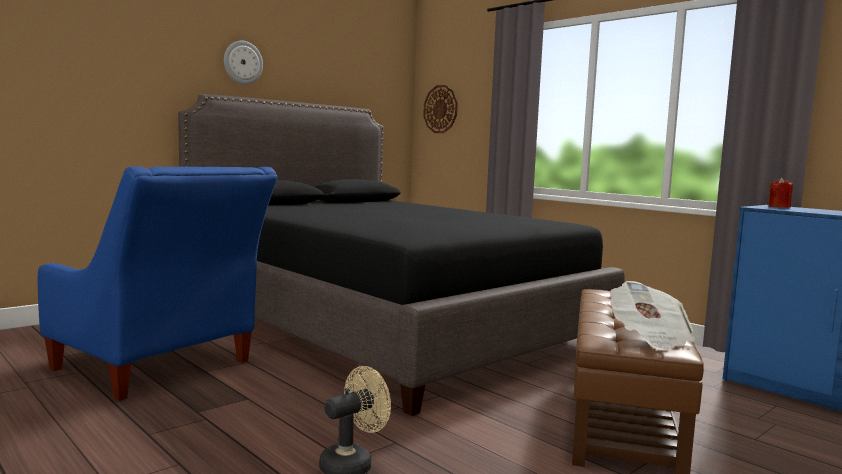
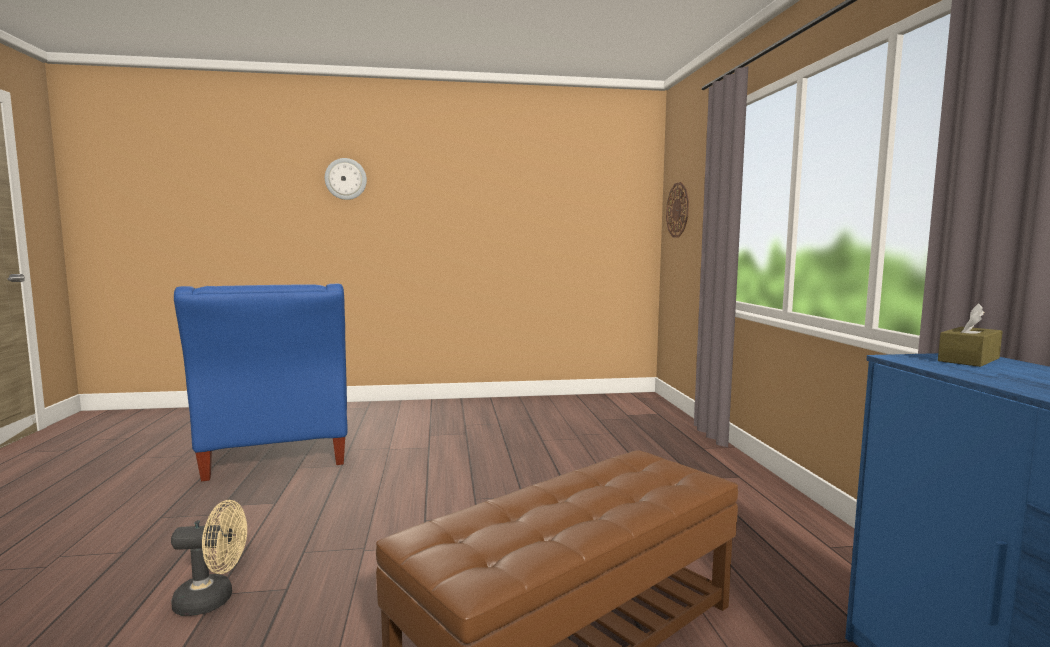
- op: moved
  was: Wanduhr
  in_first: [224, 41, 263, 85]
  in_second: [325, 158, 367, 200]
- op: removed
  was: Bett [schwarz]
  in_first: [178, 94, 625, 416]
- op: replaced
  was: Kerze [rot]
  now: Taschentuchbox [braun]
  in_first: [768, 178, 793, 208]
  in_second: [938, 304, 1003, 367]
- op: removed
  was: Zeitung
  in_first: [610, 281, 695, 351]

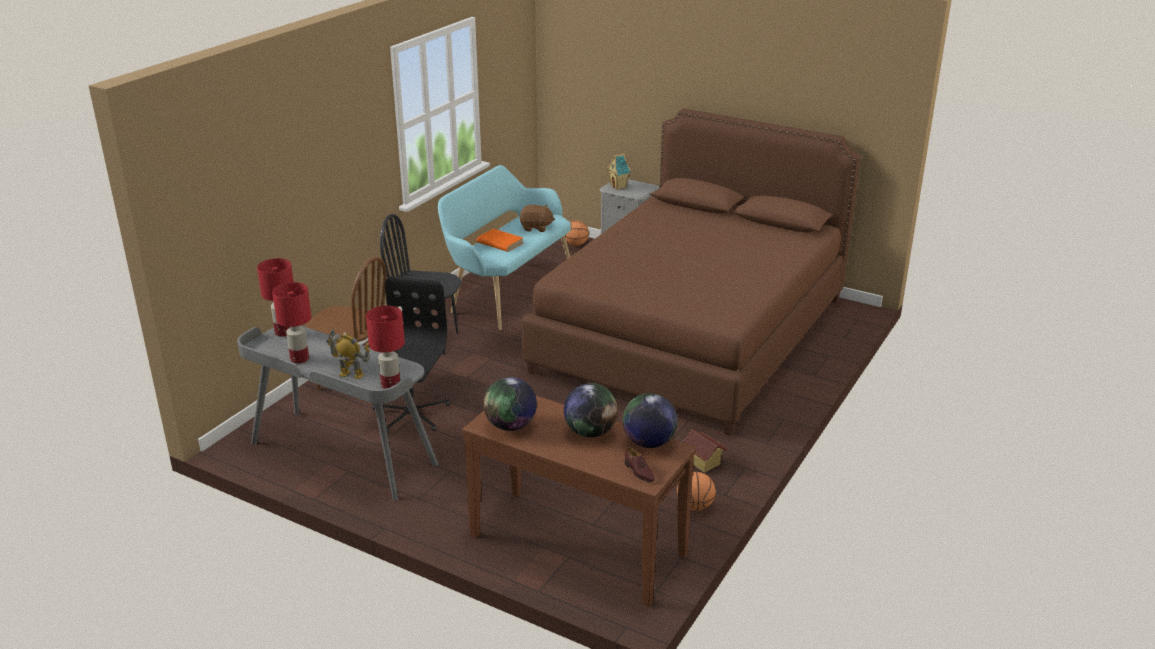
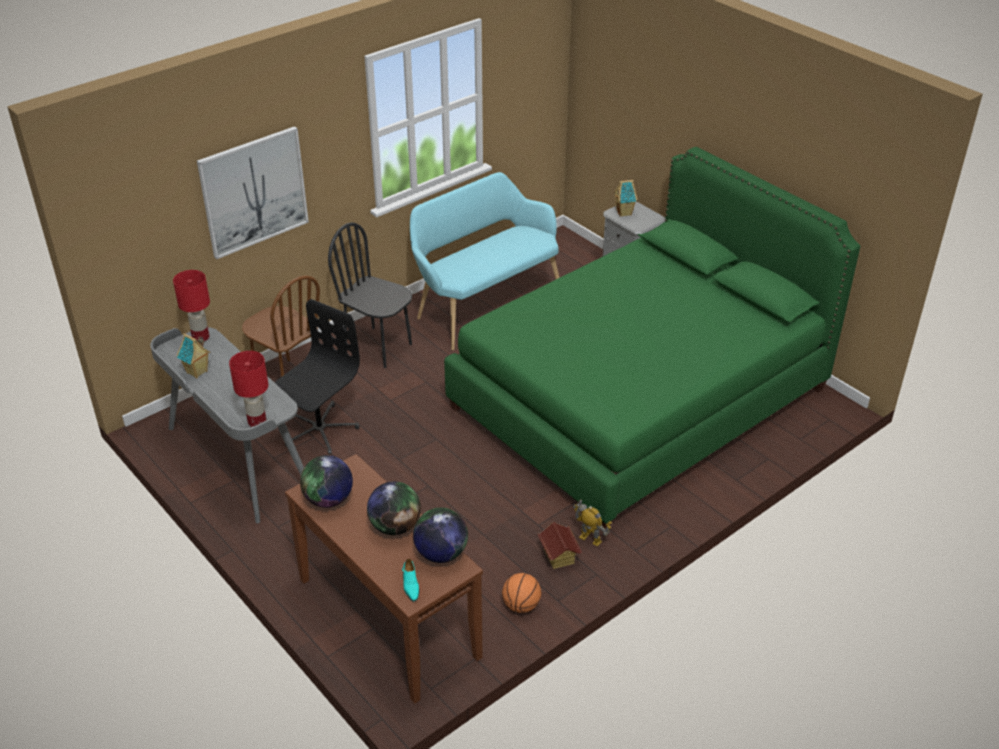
- op: recoloured
  was: Bett [braun]
  now: Bett [grün]
  in_first: [522, 109, 861, 436]
  in_second: [444, 147, 860, 529]
- op: removed
  was: Plüschtier [braun]
  in_first: [520, 205, 555, 232]
- op: removed
  was: Basketball
  in_first: [565, 220, 589, 246]
- op: removed
  was: Buch [orange]
  in_first: [476, 229, 523, 252]
- op: replaced
  was: Tischlampe [rot]
  now: Spielzeughaus
  in_first: [272, 282, 311, 363]
  in_second: [176, 333, 210, 378]
- op: moved
  was: Spielzeugroboter
  in_first: [326, 329, 370, 379]
  in_second: [573, 500, 612, 547]
- op: recoloured
  was: Schuh [braun]
  now: Schuh [türkis]
  in_first: [625, 447, 655, 483]
  in_second: [402, 558, 419, 601]
- op: added
  now: Bild
  in_second: [197, 126, 309, 259]

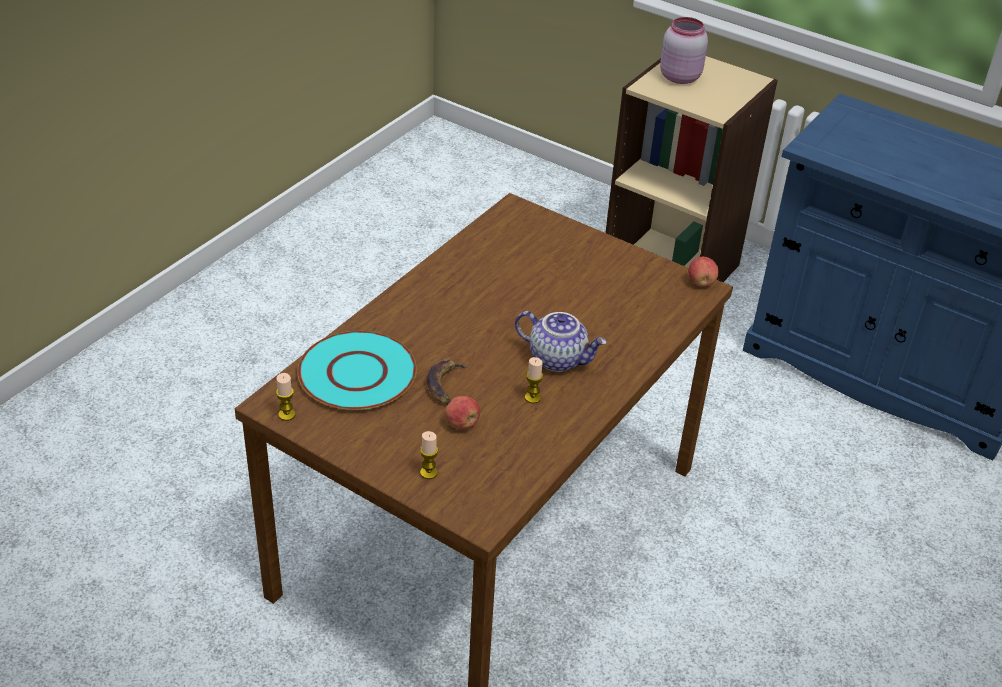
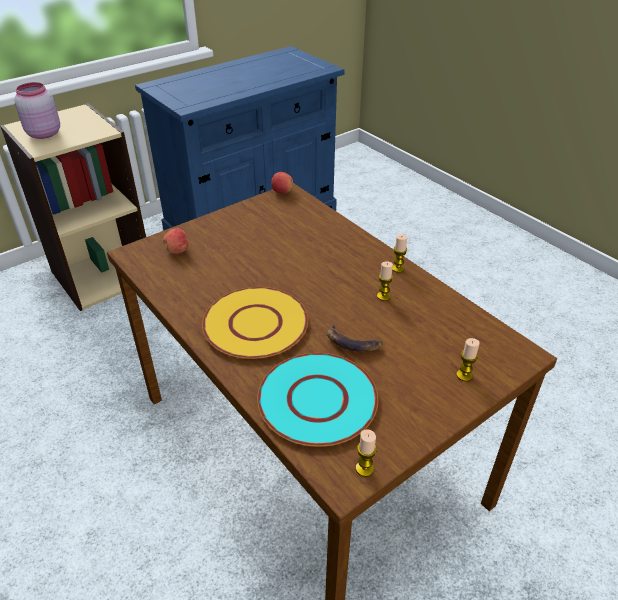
- op: removed
  was: Teekanne
  in_first: [515, 311, 607, 372]
- op: moved
  was: Apfel
  in_first: [445, 396, 480, 430]
  in_second: [163, 228, 189, 254]
- op: added
  now: Kerze
  in_second: [392, 235, 408, 273]
- op: added
  now: Teller [gelb]
  in_second: [202, 287, 308, 359]

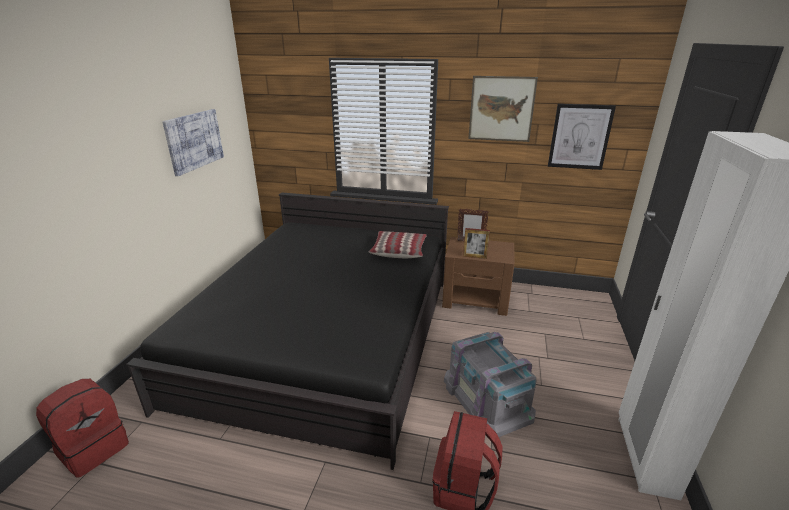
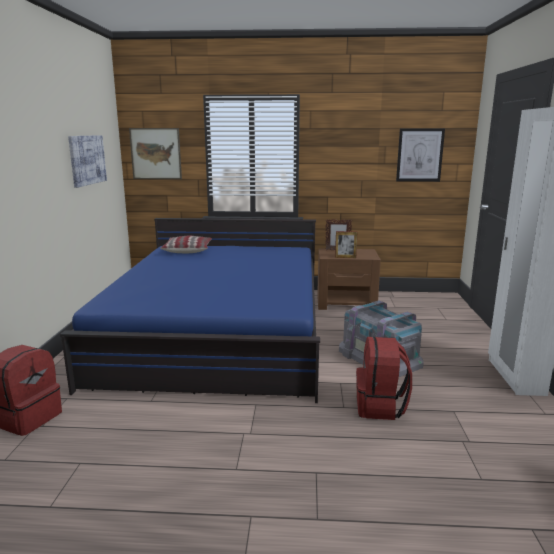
- op: moved
  was: Bild
  in_first: [468, 76, 538, 142]
  in_second: [129, 128, 182, 179]
- op: recoloured
  was: Bett [schwarz]
  now: Bett [blau]
  in_first: [126, 193, 449, 470]
  in_second: [60, 218, 320, 403]
- op: moved
  was: Kissen
  in_first: [369, 231, 427, 258]
  in_second: [160, 236, 212, 253]

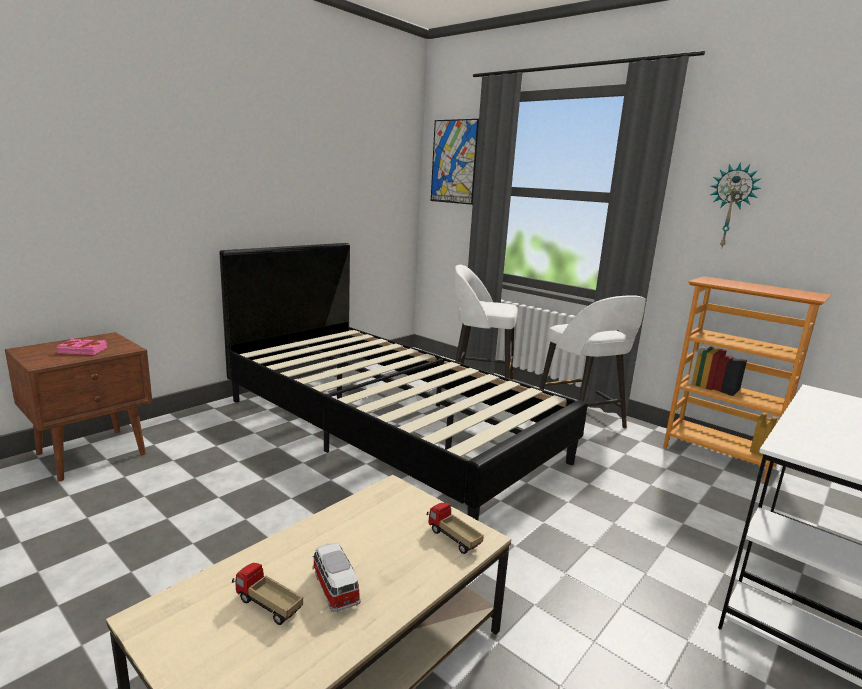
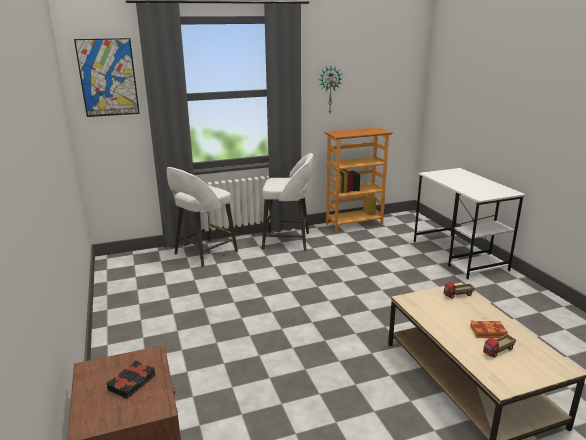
- op: removed
  was: Bett [schwarz]
  in_first: [220, 243, 587, 520]
- op: recoloured
  was: Buch [rosa]
  now: Buch [schwarz]
  in_first: [57, 339, 107, 355]
  in_second: [107, 360, 155, 399]
- op: replaced
  was: Spielzeugauto
  now: Buch [orange]
  in_first: [312, 543, 361, 613]
  in_second: [470, 320, 508, 338]

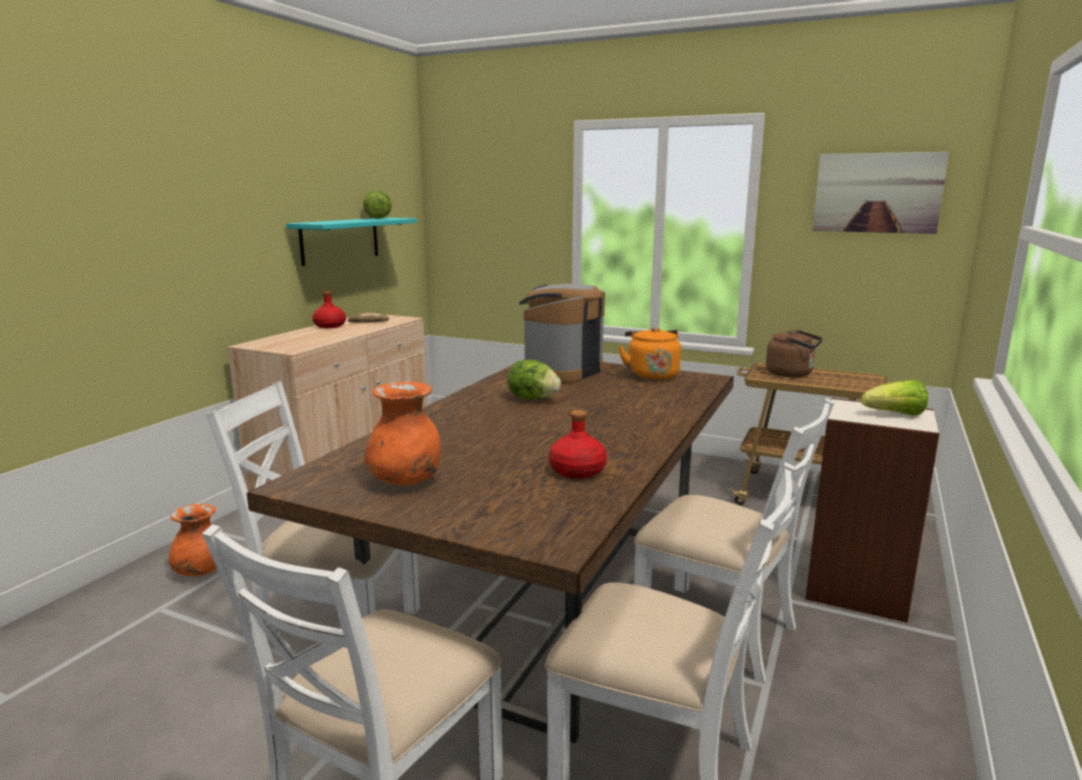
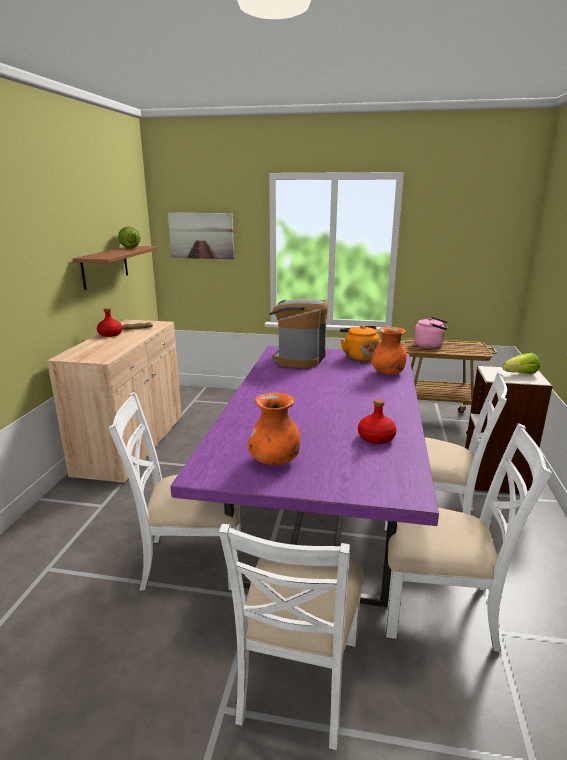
- op: moved
  was: Bild
  in_first: [812, 152, 949, 234]
  in_second: [168, 213, 234, 259]
- op: recoloured
  was: Wandregal [türkis]
  now: Wandregal [braun]
  in_first: [286, 218, 417, 266]
  in_second: [73, 246, 158, 290]
- op: recoloured
  was: Wasserkessel [braun]
  now: Wasserkessel [rosa]
  in_first: [766, 330, 823, 377]
  in_second: [414, 317, 448, 348]
- op: recoloured
  was: Esstisch [braun]
  now: Esstisch [lila]
  in_first: [247, 359, 734, 743]
  in_second: [170, 346, 439, 607]
- op: removed
  was: Salatkopf
  in_first: [507, 360, 561, 400]
- op: moved
  was: Vase [orange]
  in_first: [168, 504, 217, 576]
  in_second: [371, 327, 407, 375]

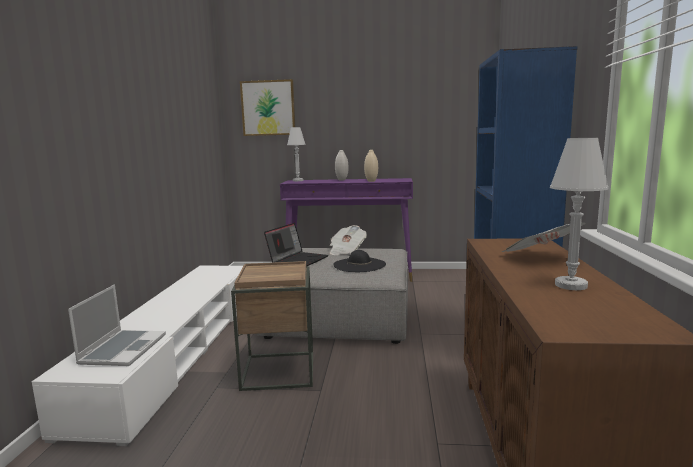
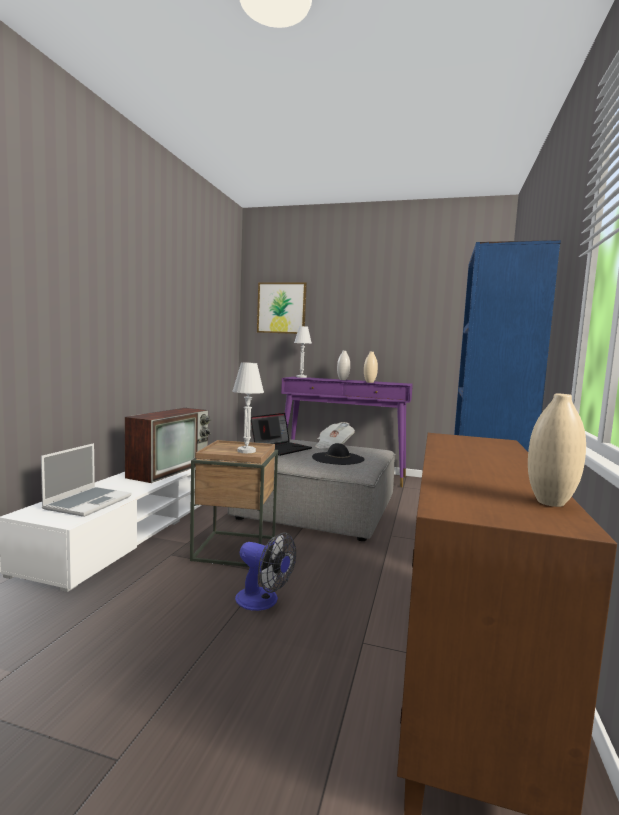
- op: moved
  was: Tischlampe [weiß]
  in_first: [550, 138, 609, 290]
  in_second: [232, 362, 264, 453]
- op: removed
  was: Zeitung
  in_first: [502, 222, 585, 252]
- op: added
  now: Vase [beige]
  in_second: [528, 394, 586, 507]
- op: added
  now: Fernseher
  in_second: [125, 408, 212, 483]
- op: added
  now: Ventilator
  in_second: [235, 532, 296, 611]

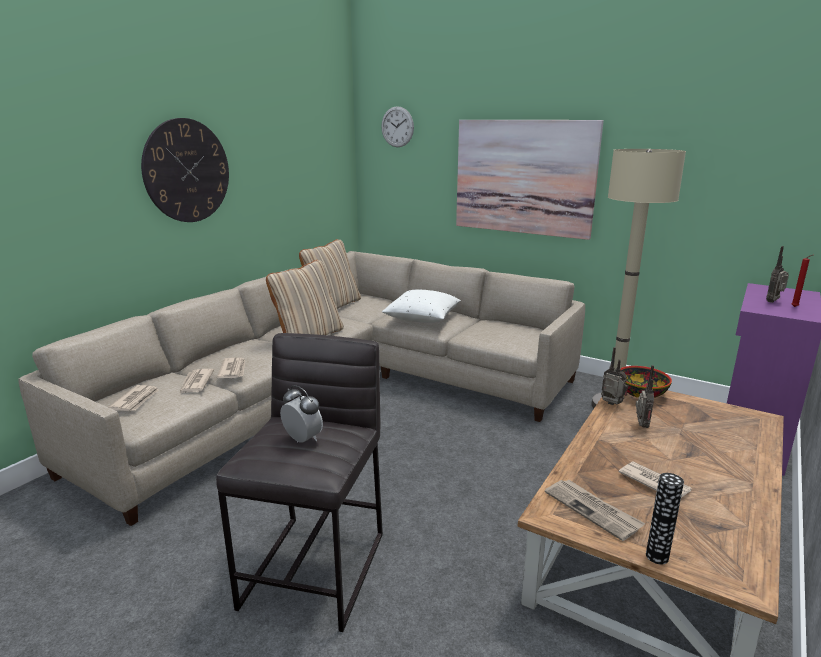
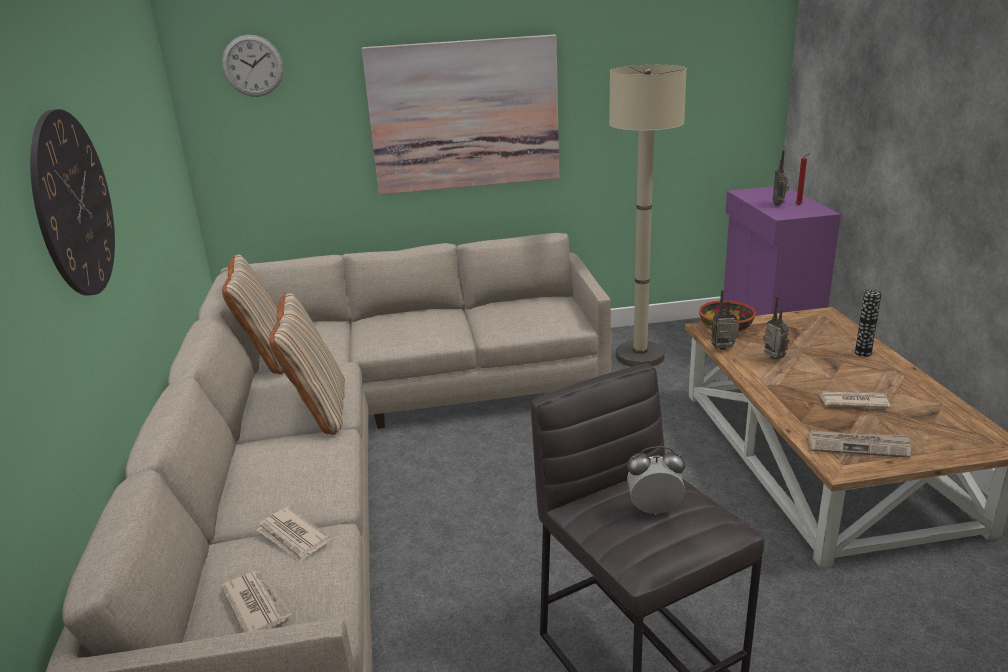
- op: removed
  was: Kissen [weiß]
  in_first: [382, 290, 461, 323]
- op: removed
  was: Zeitung
  in_first: [217, 358, 245, 378]
- op: moved
  was: Vase
  in_first: [646, 473, 684, 565]
  in_second: [855, 290, 882, 357]

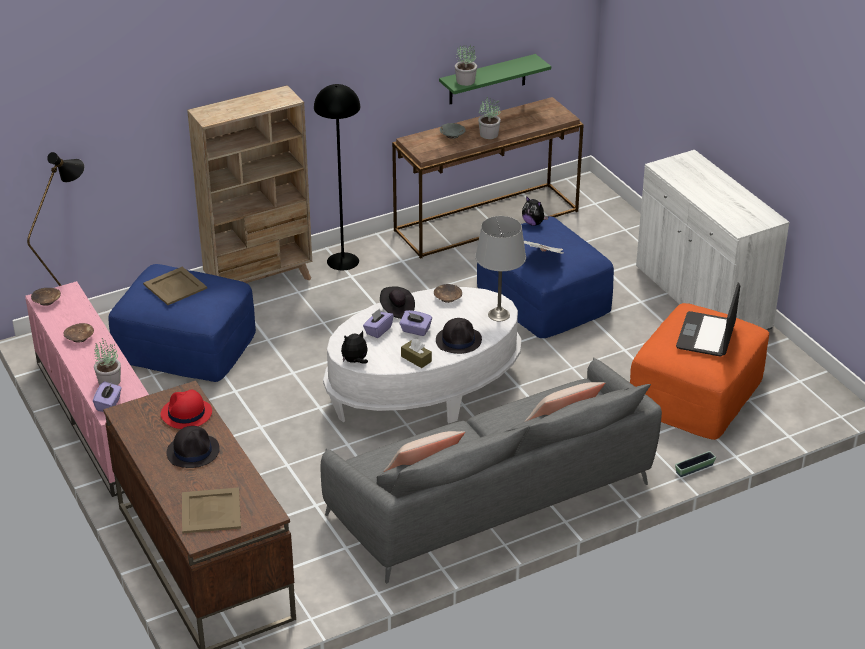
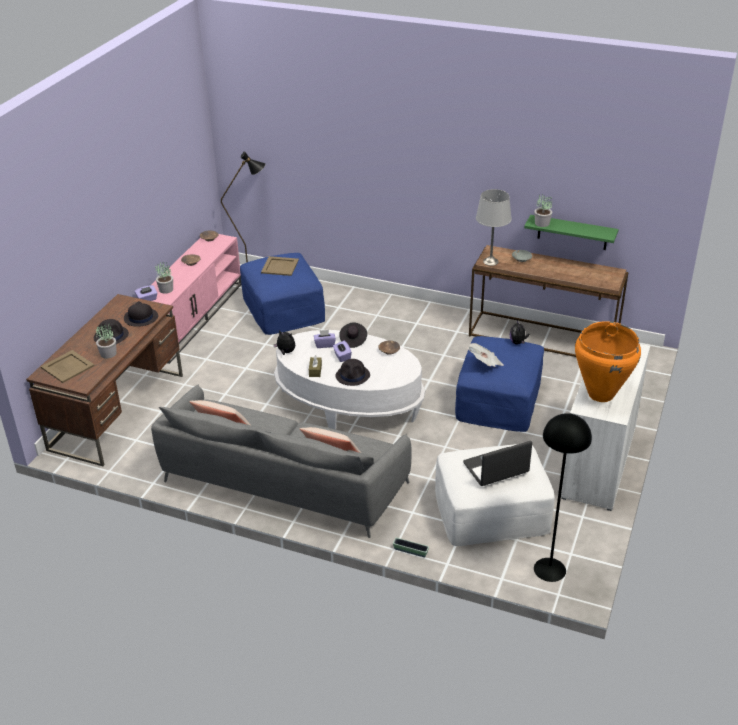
- op: moved
  was: Stehlampe [schwarz]
  in_first: [314, 84, 360, 270]
  in_second: [534, 413, 592, 582]
- op: removed
  was: Bücherregal [beige]
  in_first: [187, 85, 312, 283]
- op: moved
  was: Topfpflanze
  in_first: [478, 97, 501, 139]
  in_second: [95, 324, 117, 359]
- op: moved
  was: Tischlampe [grau]
  in_first: [475, 216, 526, 321]
  in_second: [476, 189, 512, 266]
- op: recoloured
  was: Polsterhocker [orange]
  now: Polsterhocker [weiß]
  in_first: [630, 303, 769, 440]
  in_second: [435, 444, 555, 546]
- op: recoloured
  was: Hut [rot]
  now: Hut [schwarz]
  in_first: [161, 390, 212, 429]
  in_second: [124, 301, 158, 327]
- op: added
  now: Vase [orange]
  in_second: [575, 321, 641, 402]

